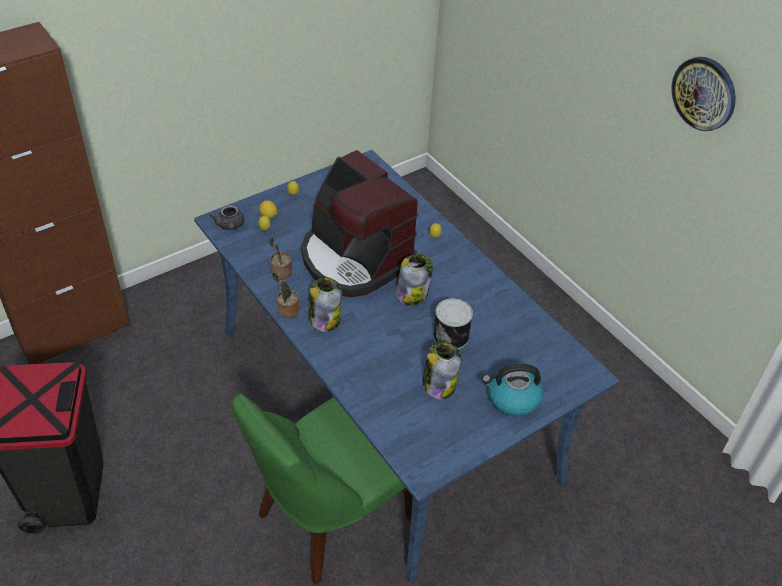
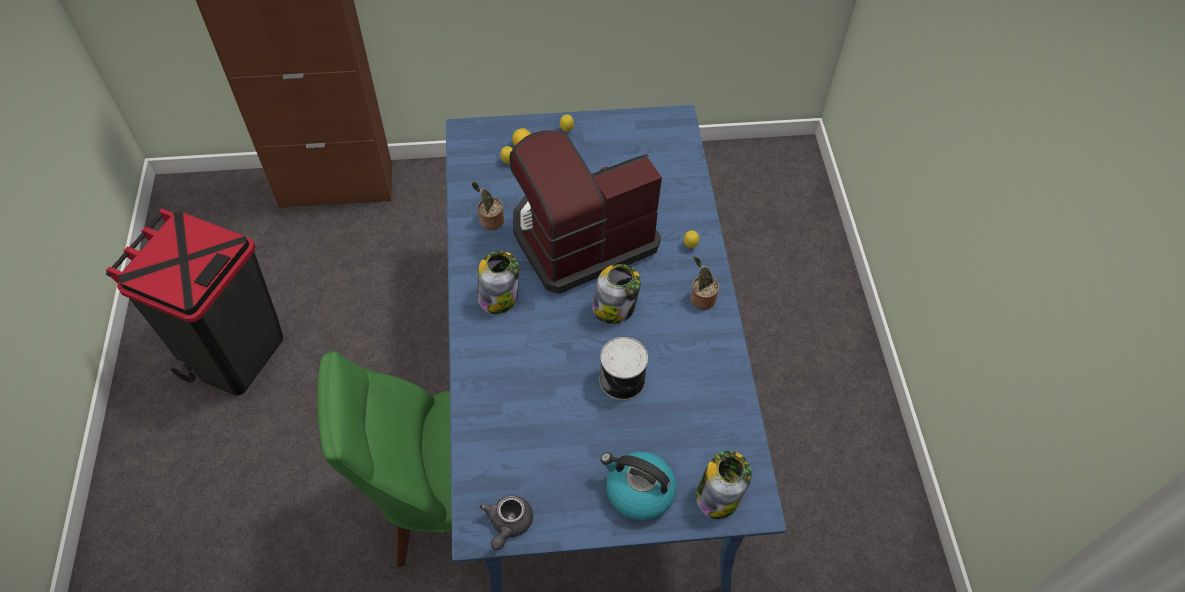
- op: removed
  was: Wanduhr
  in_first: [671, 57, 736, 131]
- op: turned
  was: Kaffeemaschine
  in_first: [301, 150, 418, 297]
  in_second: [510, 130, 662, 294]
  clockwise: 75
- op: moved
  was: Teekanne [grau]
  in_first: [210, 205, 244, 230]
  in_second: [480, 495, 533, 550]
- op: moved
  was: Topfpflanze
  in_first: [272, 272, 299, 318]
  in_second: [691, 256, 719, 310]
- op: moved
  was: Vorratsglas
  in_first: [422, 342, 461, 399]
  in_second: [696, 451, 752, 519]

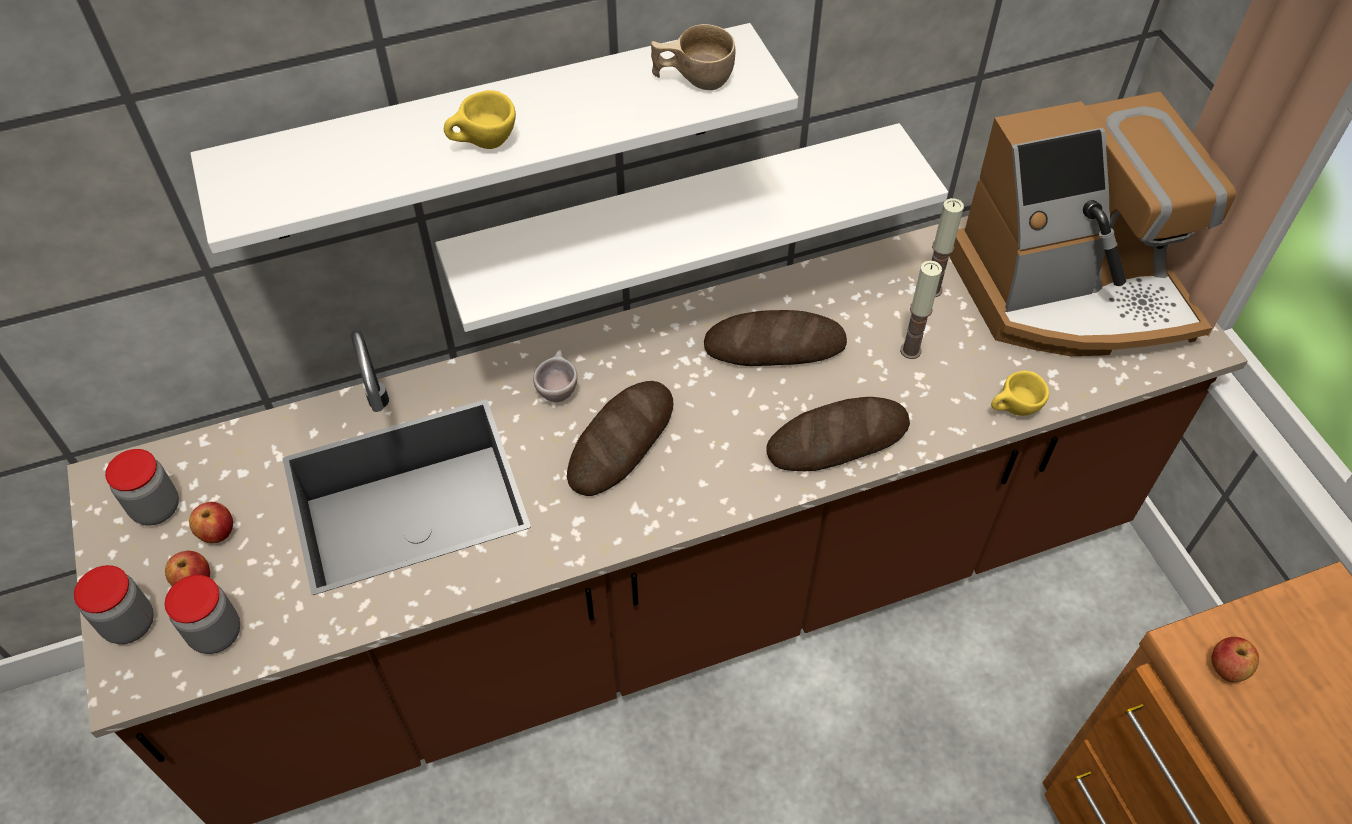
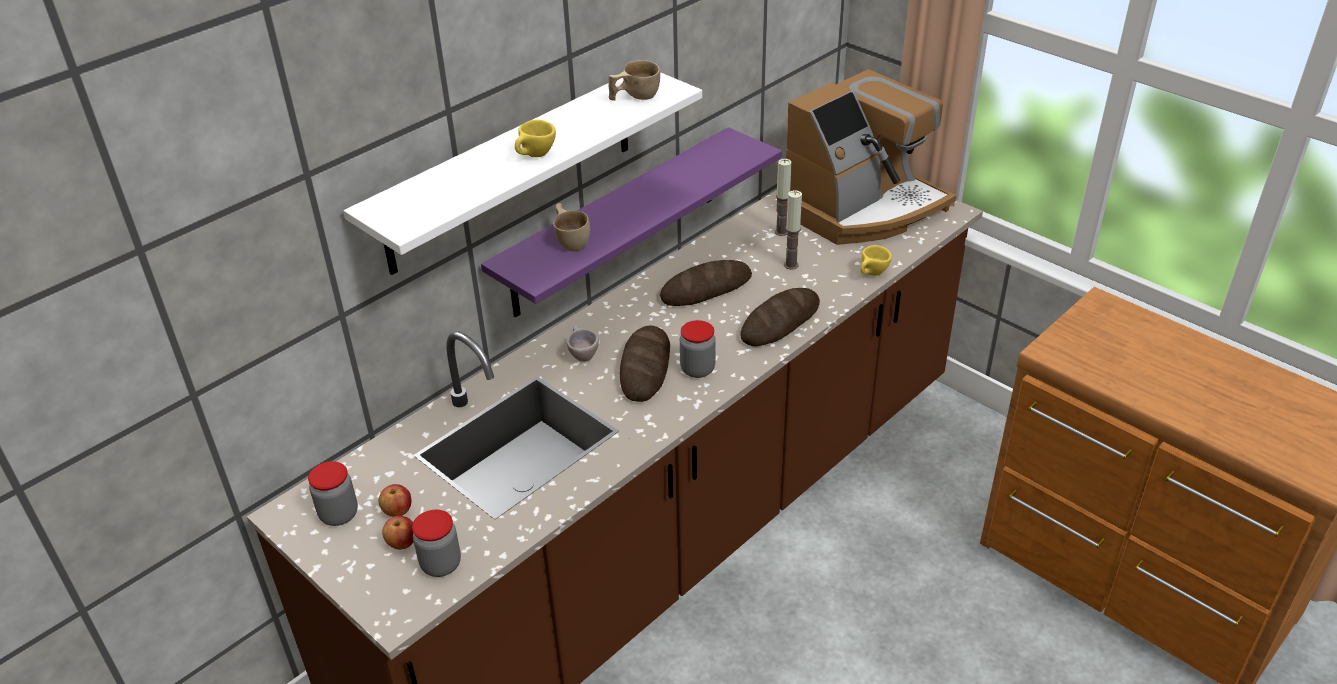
- op: recoloured
  was: Wandregal [weiß]
  now: Wandregal [lila]
  in_first: [435, 123, 948, 332]
  in_second: [481, 127, 782, 317]
- op: moved
  was: Vorratsglas
  in_first: [74, 565, 154, 644]
  in_second: [680, 320, 716, 378]
- op: removed
  was: Apfel
  in_first: [1211, 637, 1259, 682]
- op: added
  now: Tasse [beige]
  in_second: [553, 203, 590, 251]

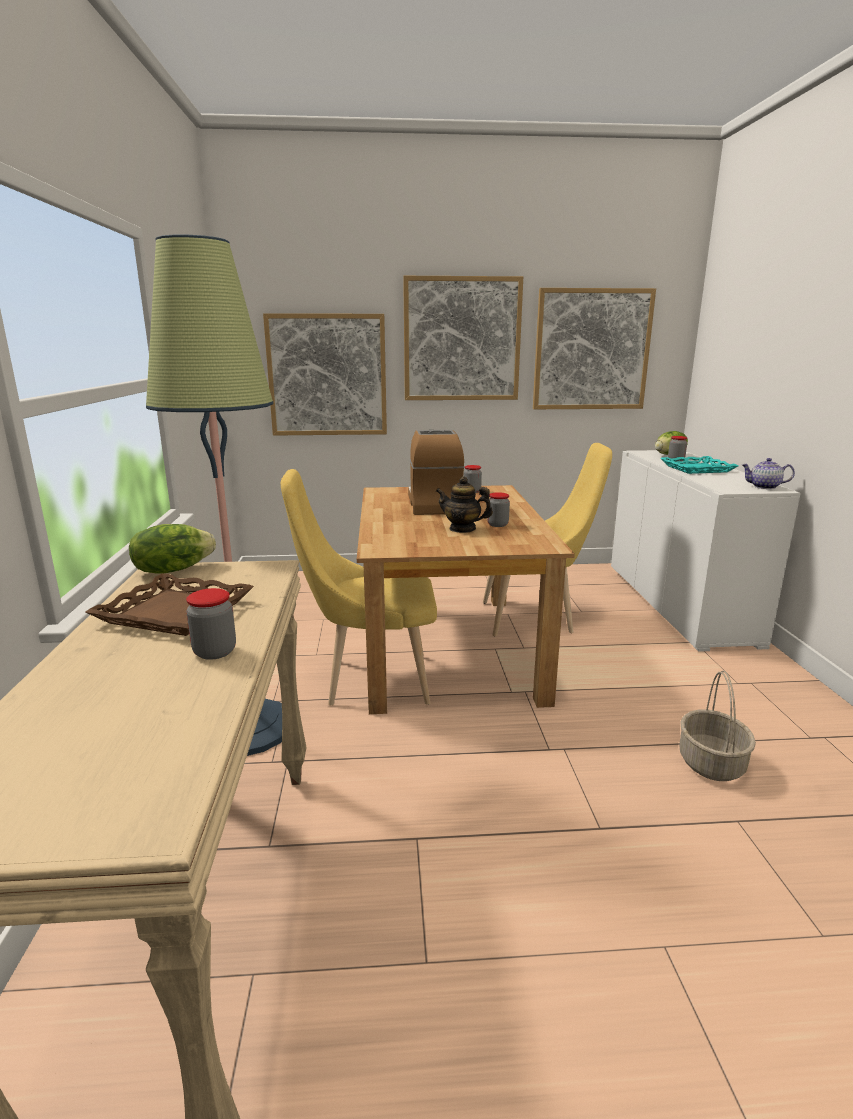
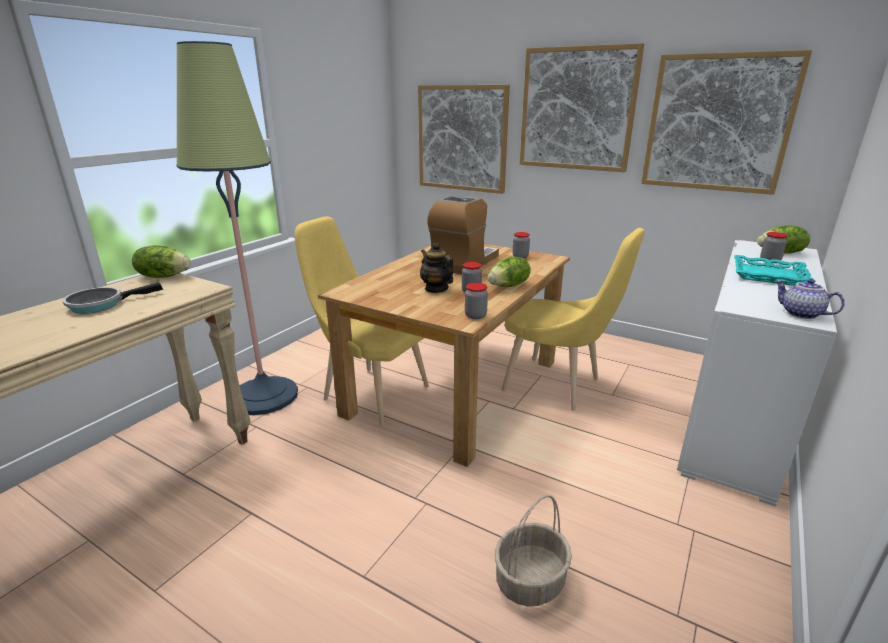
- op: replaced
  was: Tablett [braun]
  now: Pfanne
  in_first: [86, 573, 254, 636]
  in_second: [62, 282, 163, 314]
- op: moved
  was: Vorratsglas
  in_first: [186, 588, 236, 660]
  in_second: [465, 283, 488, 319]
- op: added
  now: Salatkopf
  in_second: [487, 256, 531, 287]

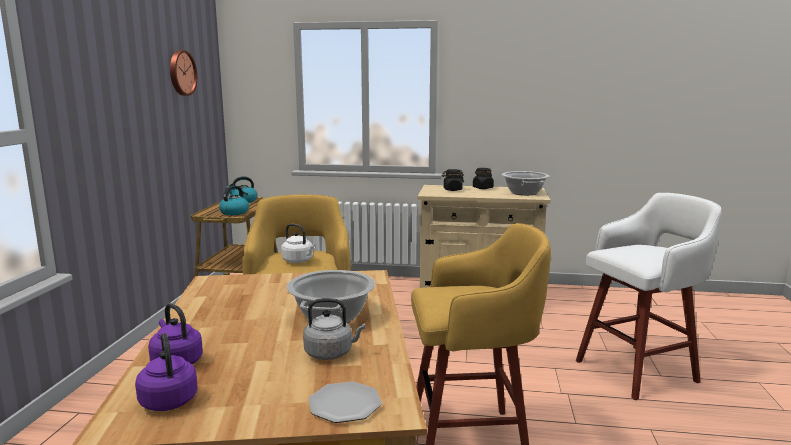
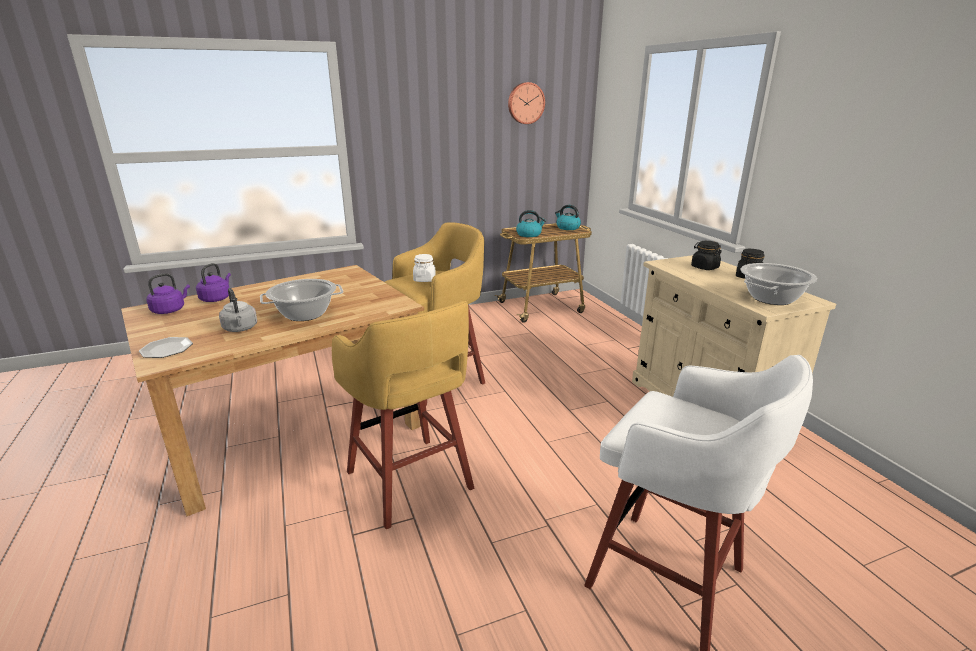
- op: replaced
  was: Wasserkessel [weiß]
  now: Vorratsglas [weiß]
  in_first: [281, 224, 315, 263]
  in_second: [413, 254, 436, 282]

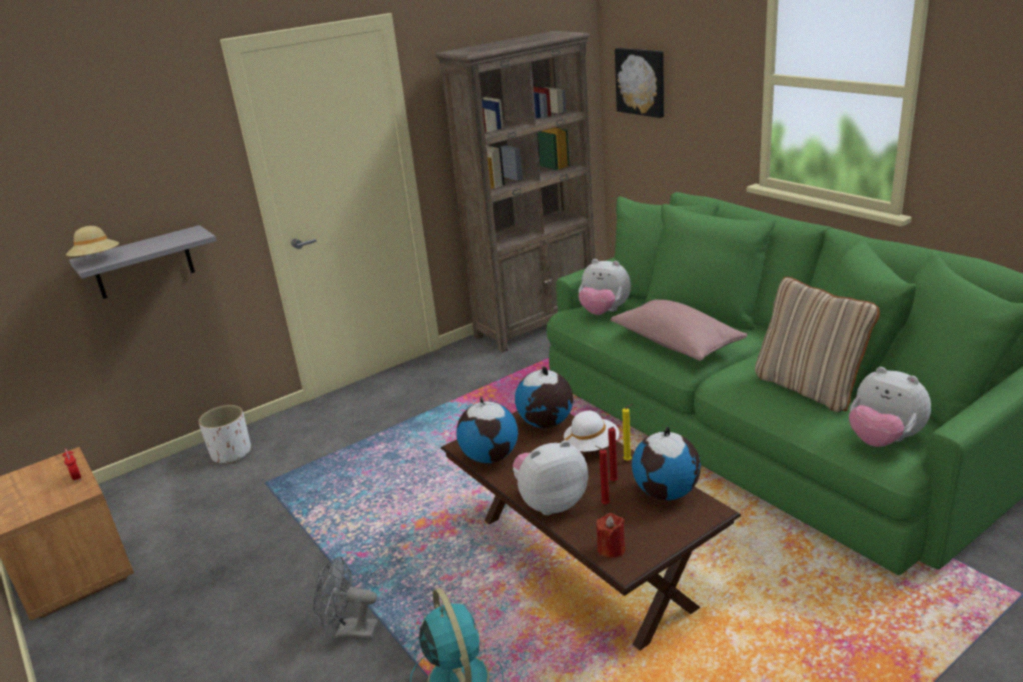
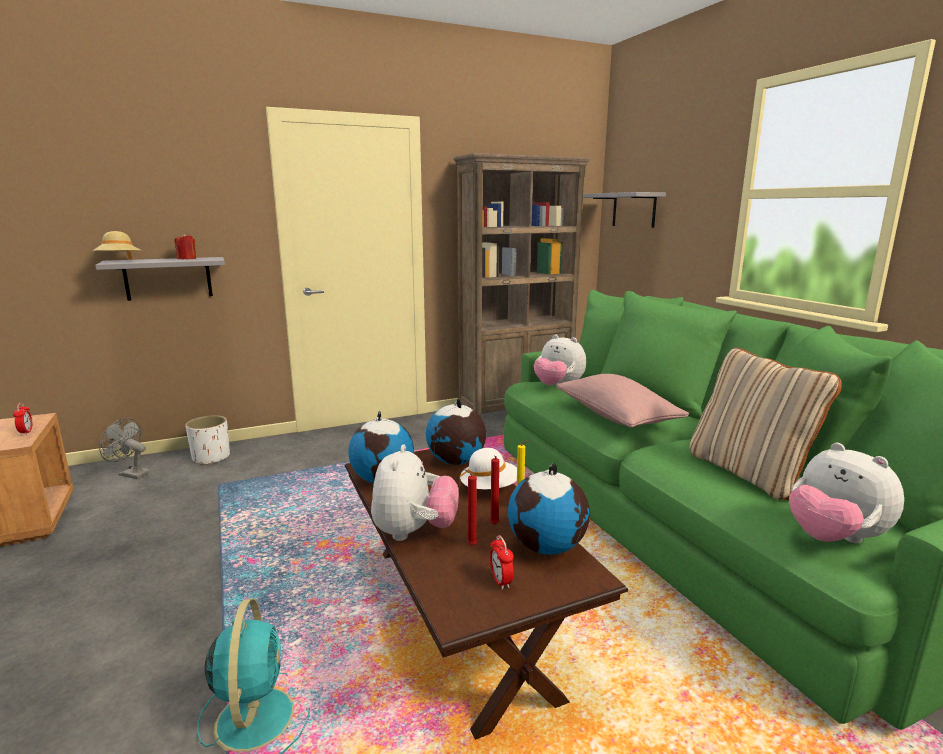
- op: replaced
  was: Bild
  now: Wandregal [grau]
  in_first: [615, 48, 664, 118]
  in_second: [583, 192, 666, 228]
- op: turned
  was: Plüschtier
  in_first: [513, 440, 588, 515]
  in_second: [371, 445, 459, 541]
  clockwise: 105
- op: moved
  was: Kerze [rot]
  in_first: [596, 513, 625, 558]
  in_second: [175, 233, 196, 259]
- op: moved
  was: Ventilator [grau]
  in_first: [313, 556, 378, 640]
  in_second: [99, 418, 151, 479]
- op: added
  now: Wecker
  in_second: [490, 535, 514, 590]

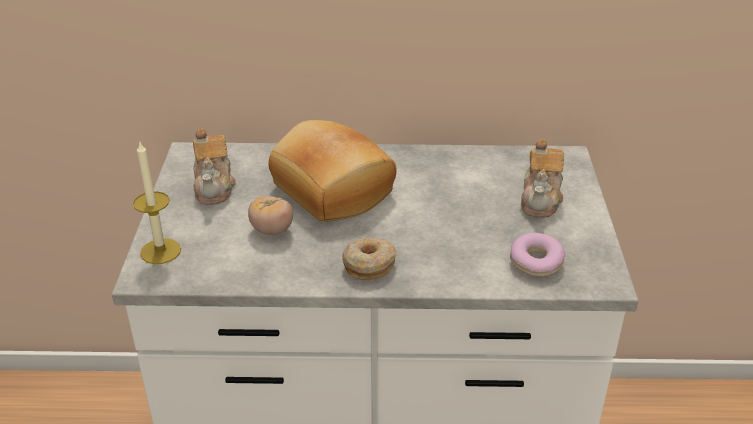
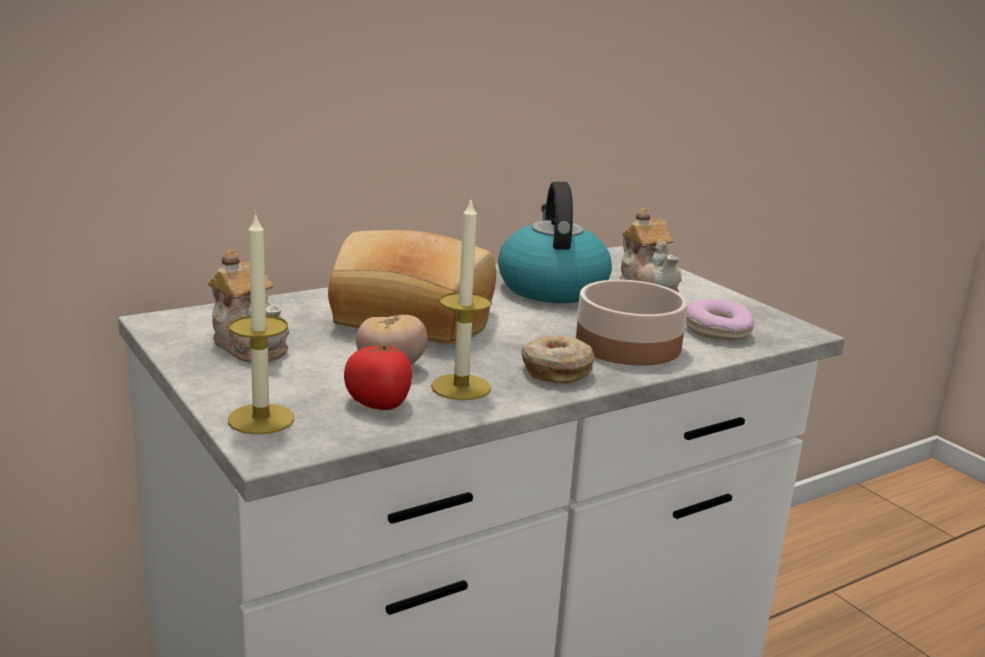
- op: added
  now: Wasserkessel
  in_second: [498, 181, 612, 303]
- op: added
  now: Kerze
  in_second: [431, 199, 492, 400]
- op: added
  now: Schüssel
  in_second: [576, 280, 688, 366]
- op: added
  now: Tomate
  in_second: [344, 342, 412, 410]

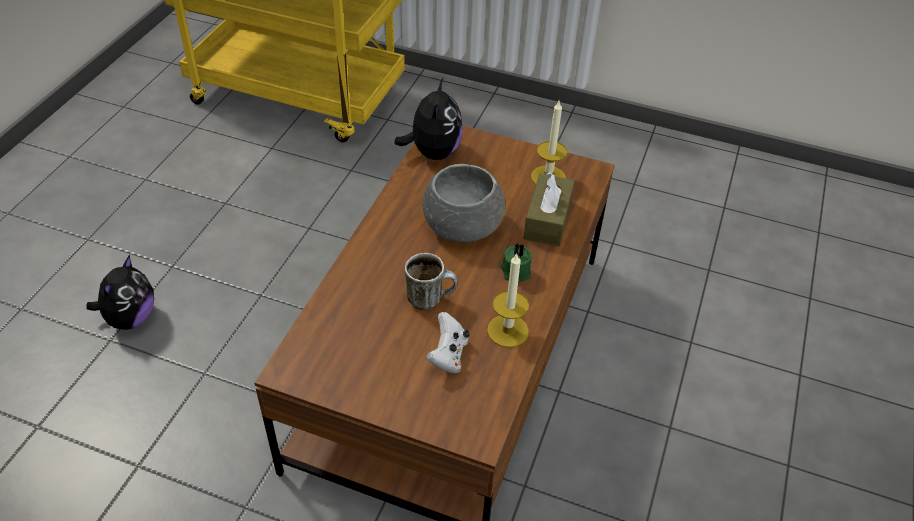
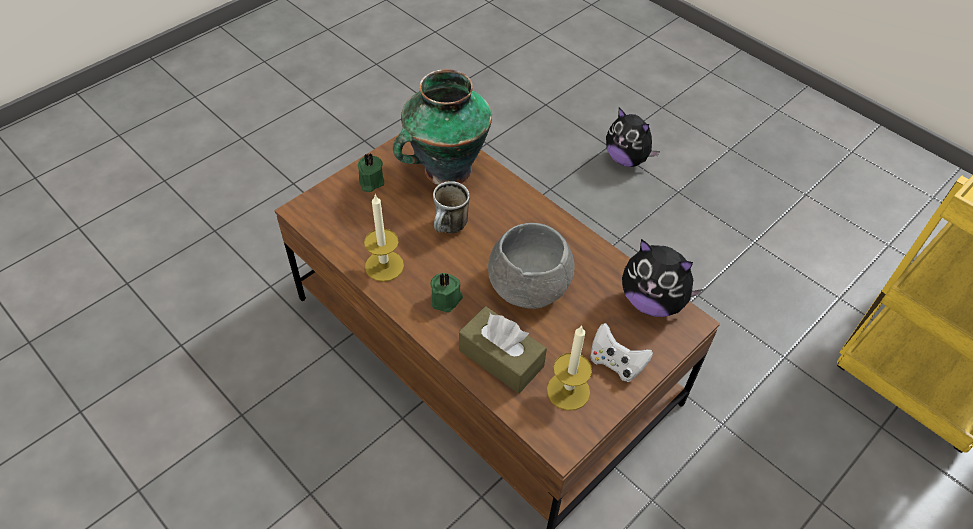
- op: moved
  was: Gamepad [weiß]
  in_first: [426, 312, 469, 373]
  in_second: [590, 323, 653, 382]
- op: added
  now: Vase
  in_second: [393, 69, 492, 185]
- op: added
  now: Kerze [grün]
  in_second: [358, 153, 384, 192]

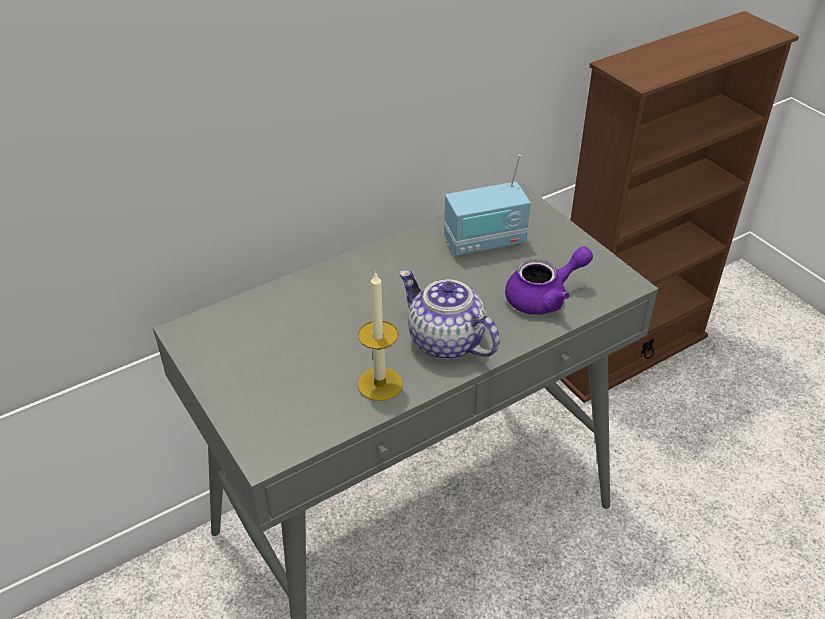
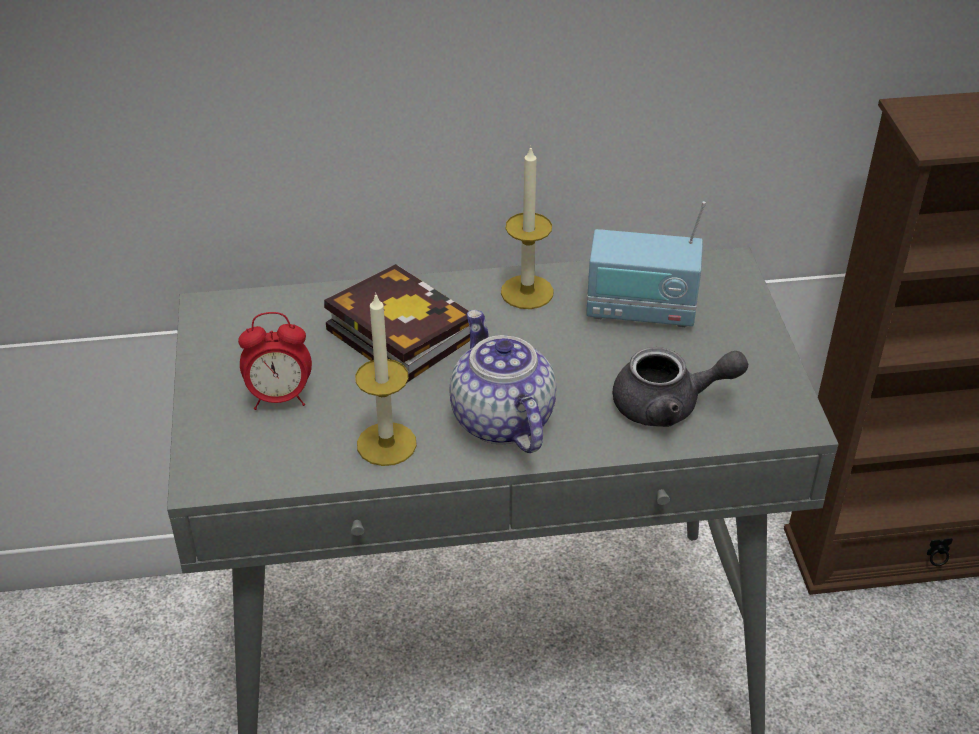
- op: recoloured
  was: Teekanne [lila]
  now: Teekanne [grau]
  in_first: [505, 247, 593, 315]
  in_second: [612, 347, 748, 427]
- op: added
  now: Kerze
  in_second: [501, 145, 554, 309]
- op: added
  now: Buch
  in_second: [324, 264, 470, 383]
- op: added
  now: Wecker
  in_second: [238, 312, 312, 410]

